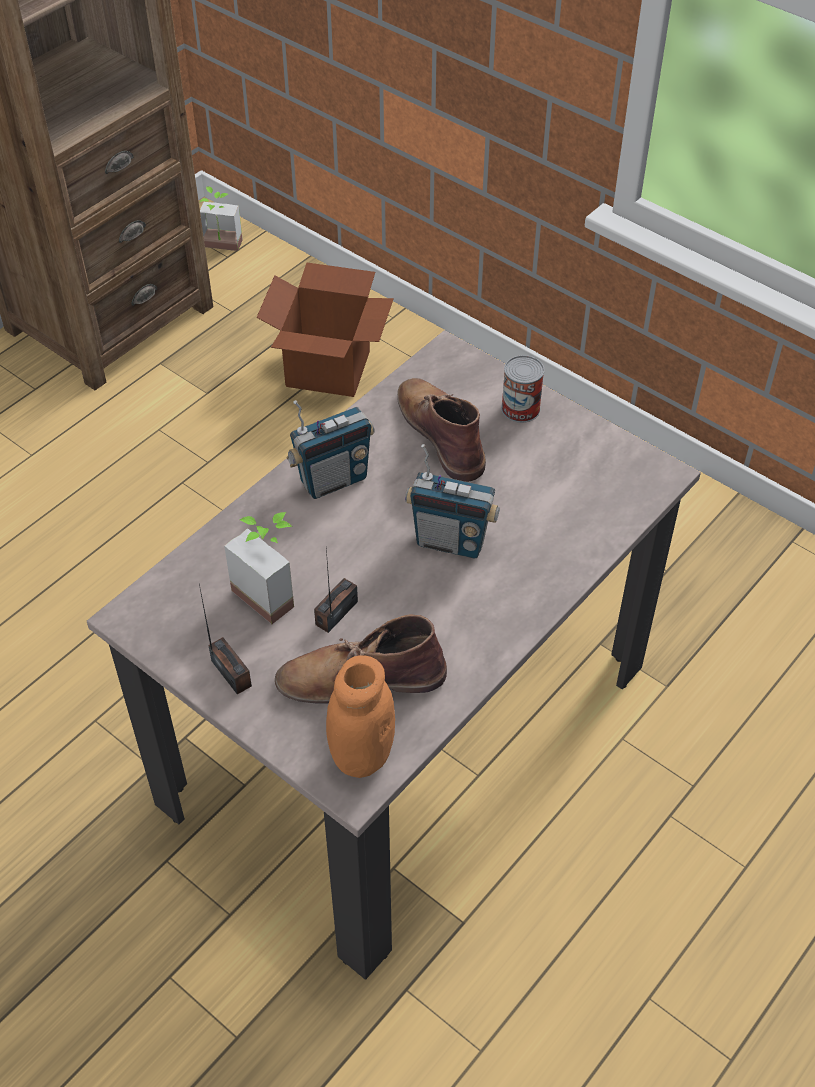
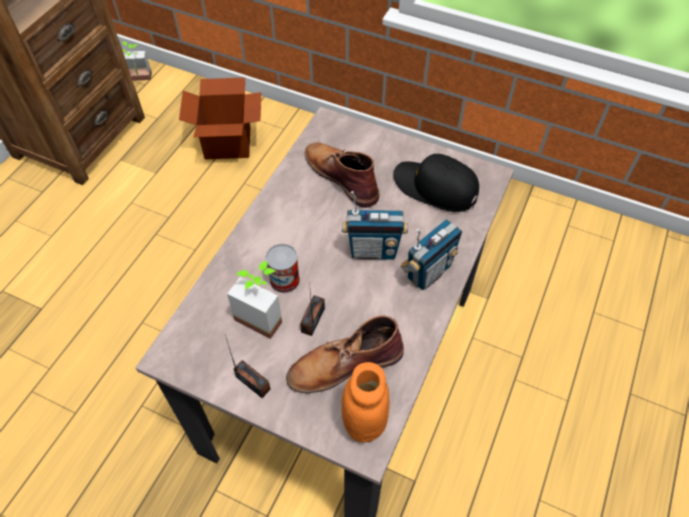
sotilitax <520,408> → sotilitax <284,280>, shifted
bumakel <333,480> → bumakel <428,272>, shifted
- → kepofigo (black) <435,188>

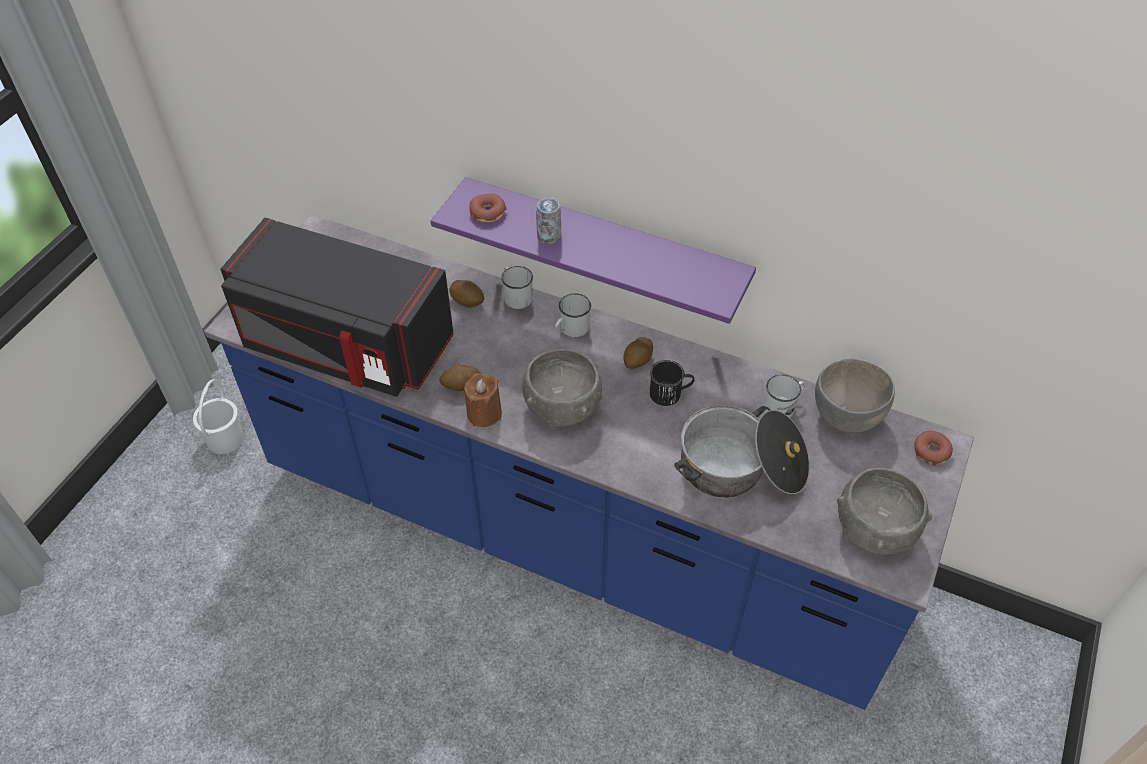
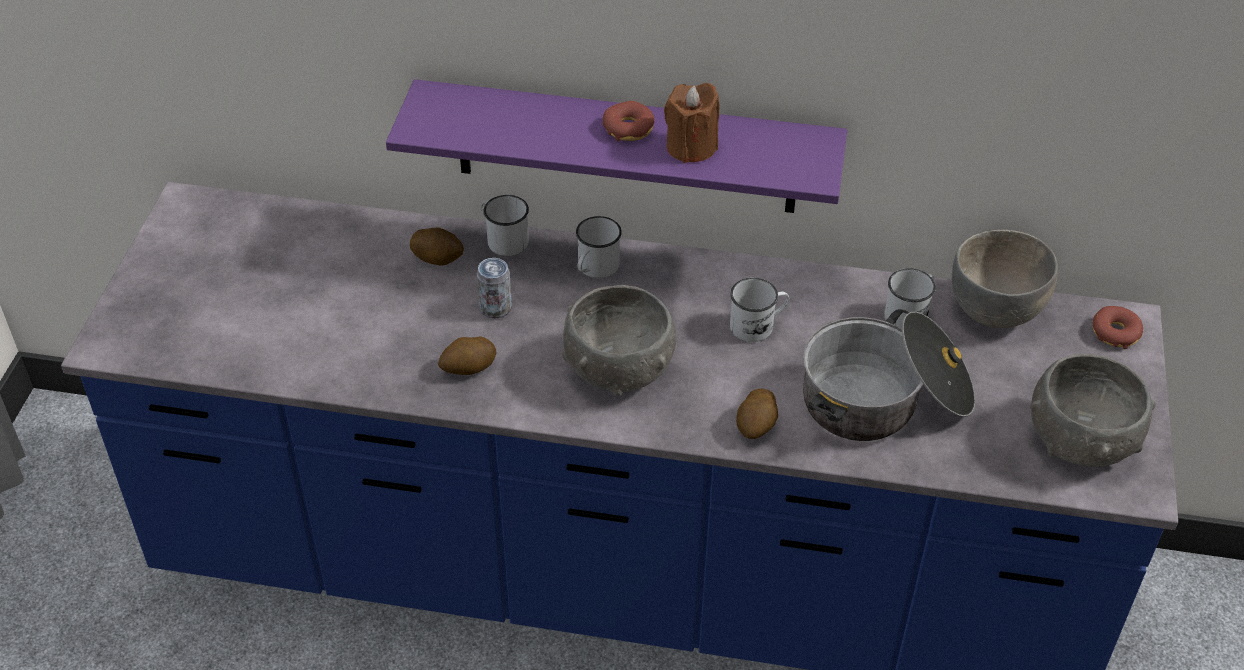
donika <488,213> → donika <628,128>, shifted
sotilitax <549,237> → sotilitax <495,308>, shifted
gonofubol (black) <344,345> → -
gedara <637,361> → gedara <756,426>, shifted
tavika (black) <670,393> → tavika (white) <758,325>
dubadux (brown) <484,413> → dubadux (brown) <691,147>, shifted
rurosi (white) <224,439> → -

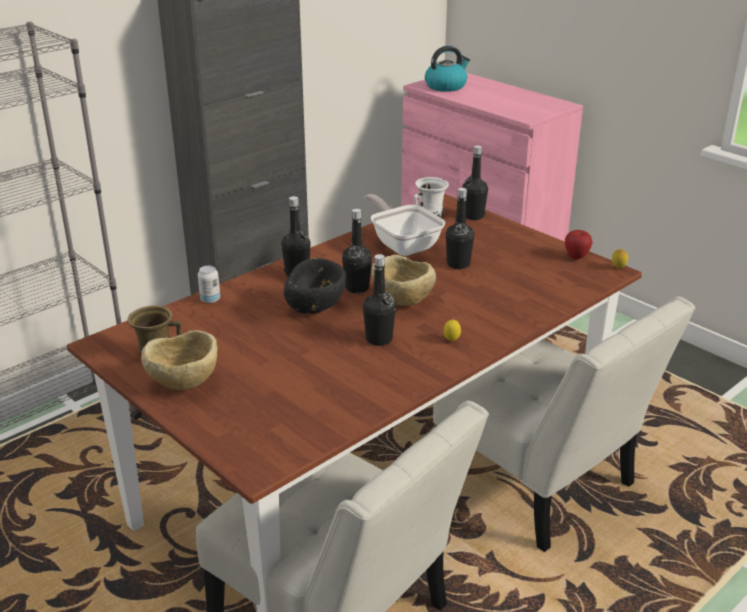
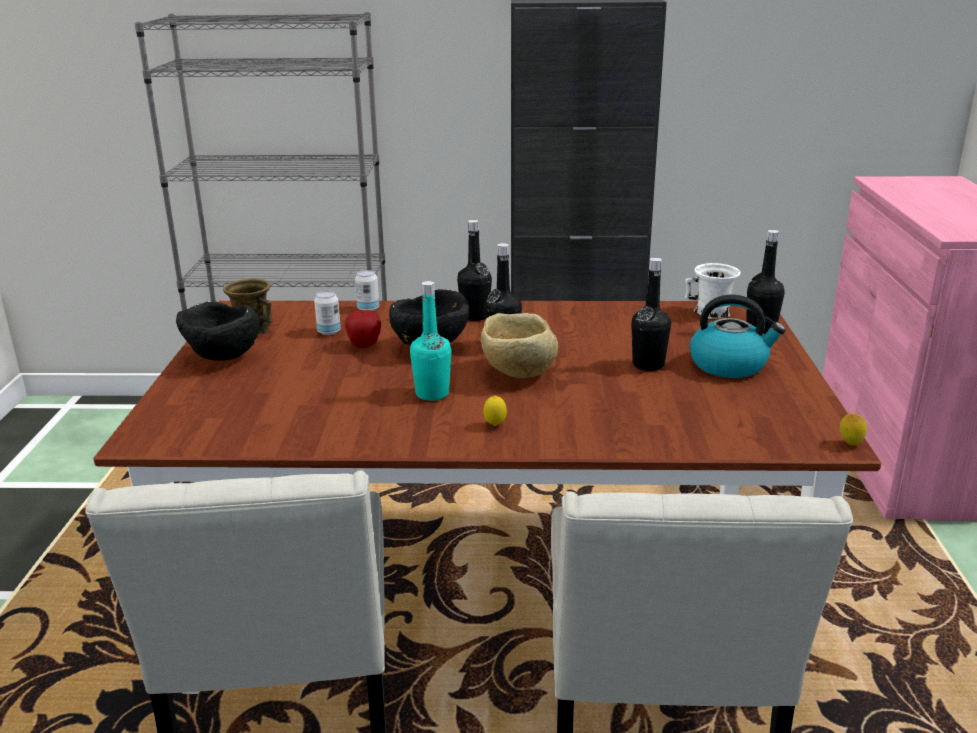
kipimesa <446,86> → kipimesa <729,365>, shifted
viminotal <403,244> → -
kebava <576,257> → kebava <364,346>, shifted
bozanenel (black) <379,339> → bozanenel (turquoise) <432,394>
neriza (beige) <184,386> → neriza (black) <222,359>
- → sotilitax <329,332>

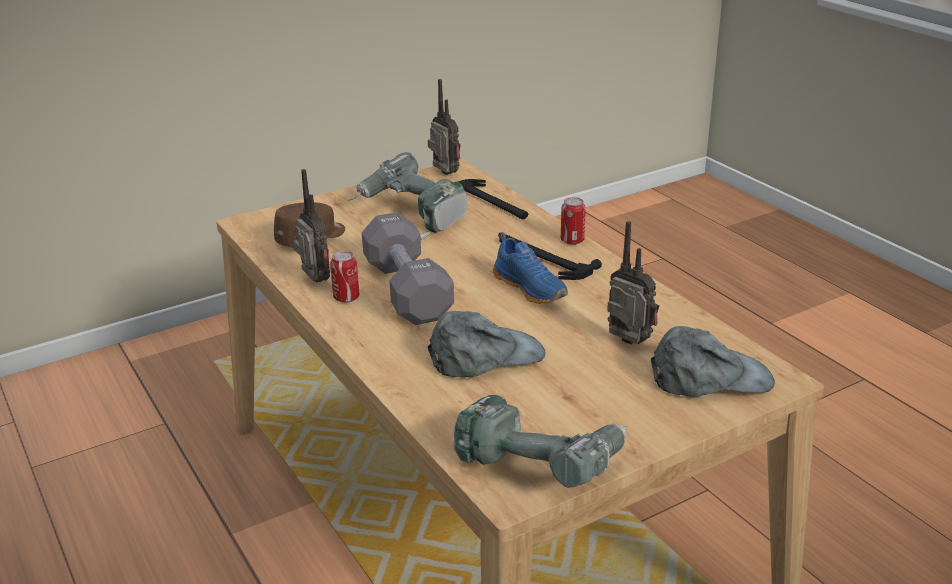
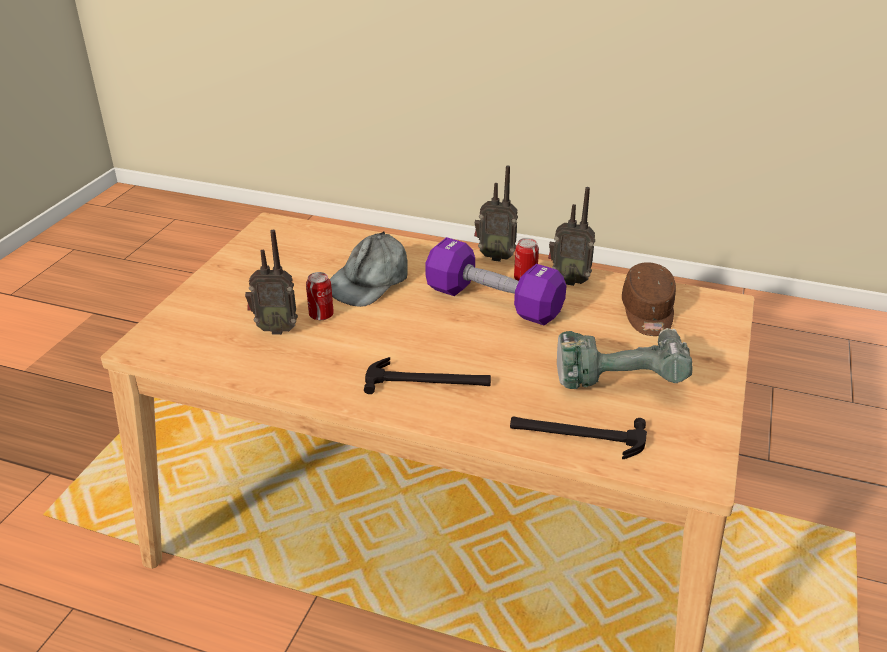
bumakel <444,175> → bumakel <495,256>, shifted
sotilitax <572,240> → sotilitax <321,315>, shifted
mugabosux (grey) <407,290> → mugabosux (purple) <493,302>
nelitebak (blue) <531,288> → -
kepofigo (grey) <710,377> → -
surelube <542,465> → -

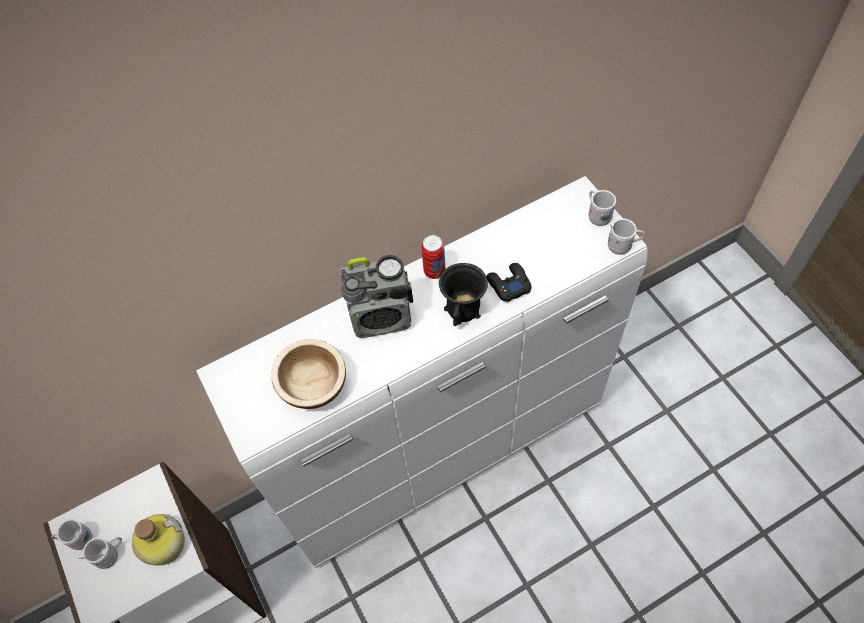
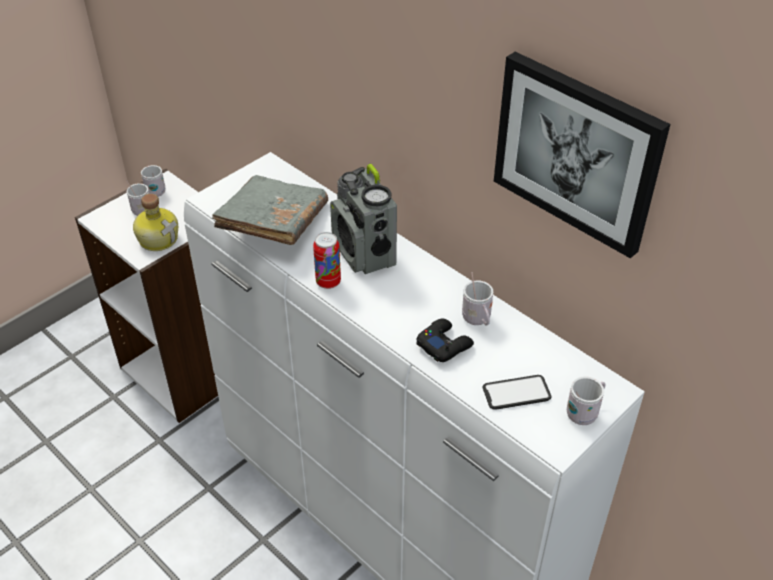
tavika (white) <622,246> → tavika (white) <477,320>, shifted
sotilitax <434,271> → sotilitax <328,282>, shifted
tavika (black) <464,308> → -
neriza <313,385> → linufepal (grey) <273,224>
- → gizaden <577,152>
- → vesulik <516,393>

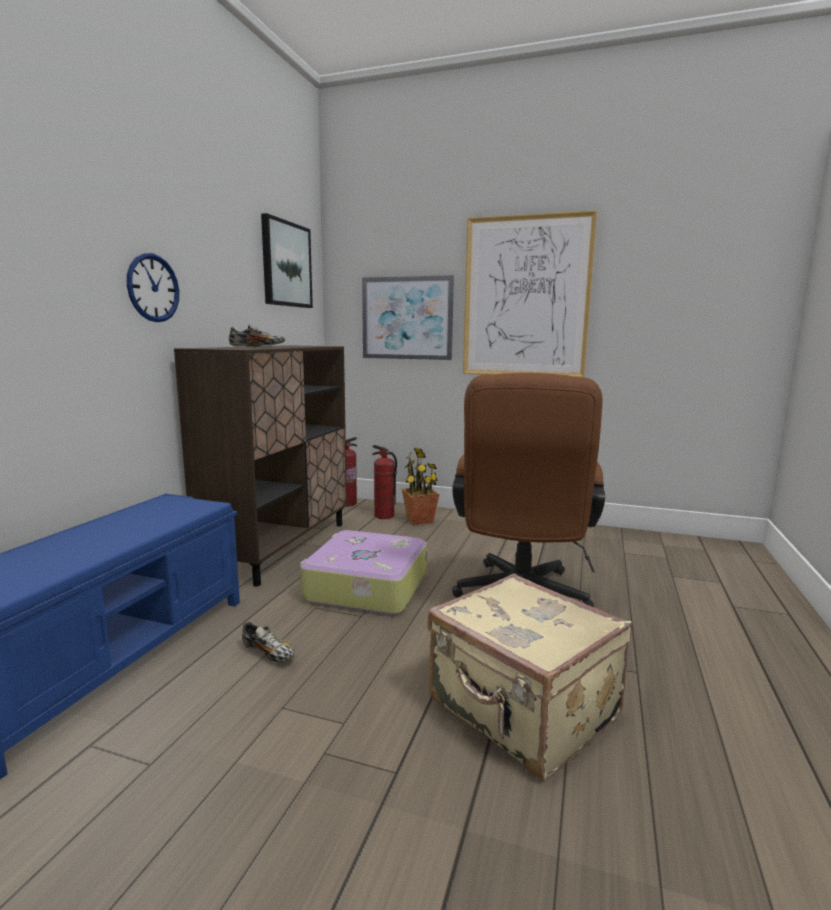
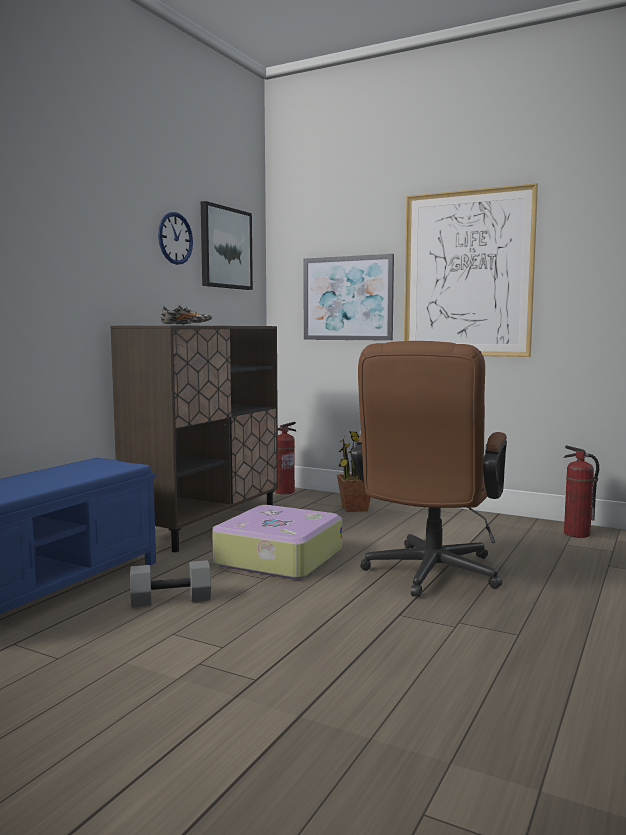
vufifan <153,288> → vufifan <175,238>, shifted
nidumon <384,516> → nidumon <576,534>, shifted
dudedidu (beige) <522,711> → -
nelitebak <269,654> → mugabosux (grey) <172,599>

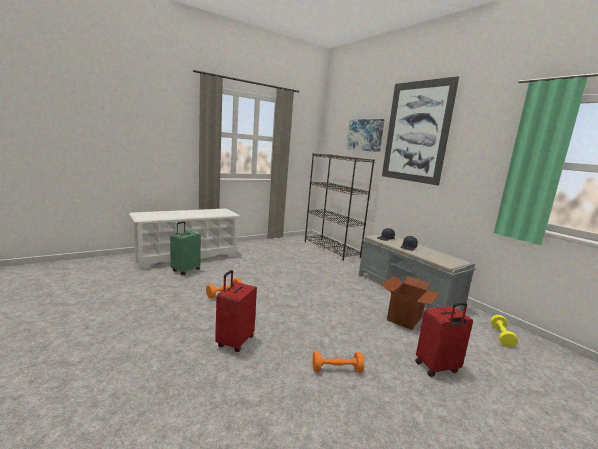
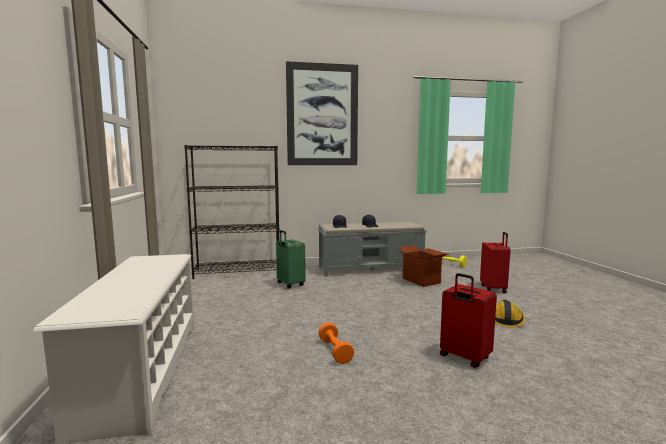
gizaden <365,135> → -
dudedidu (green) <185,270> → dudedidu (green) <290,284>, shifted
mugabosux (orange) <336,370> → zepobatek <505,319>

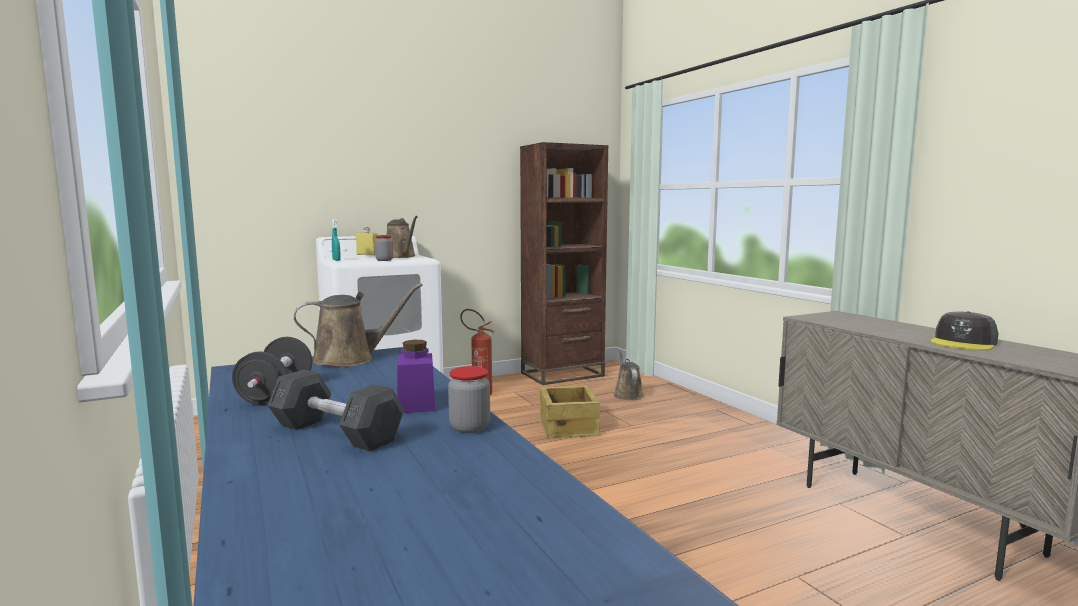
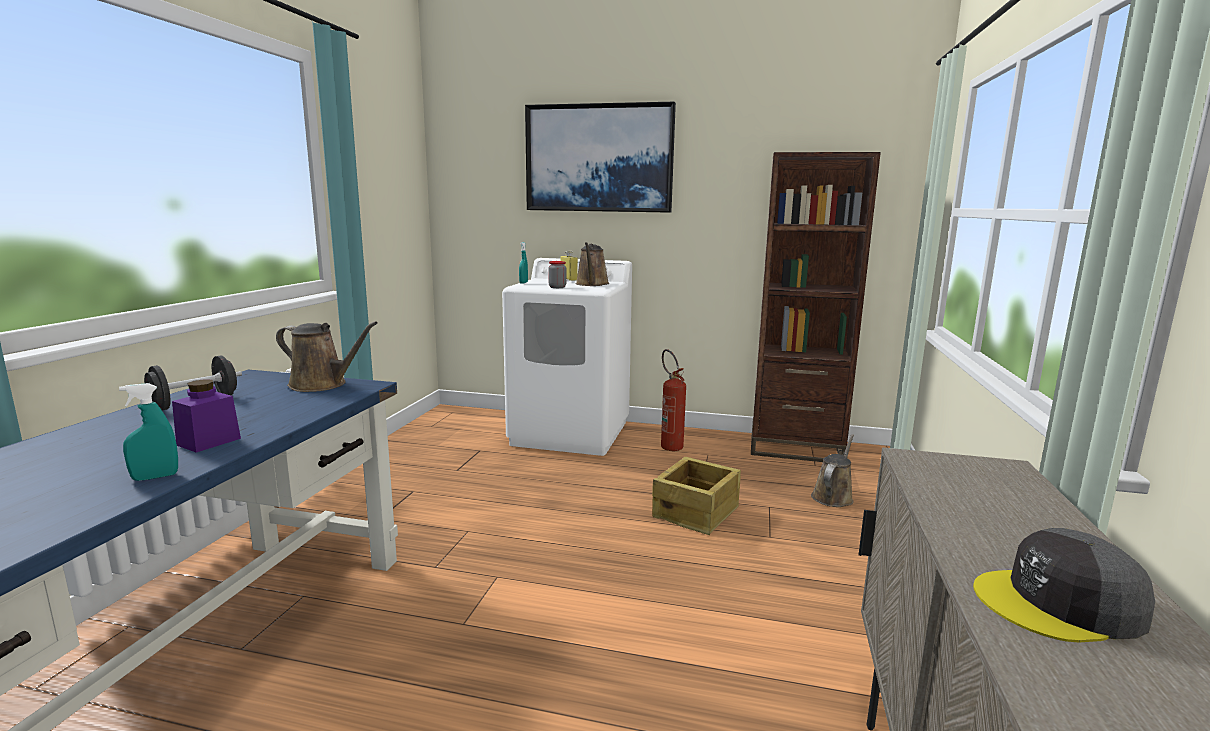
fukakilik <469,427> → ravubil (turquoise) <155,477>
mugabosux (grey) <336,433> → -
- → gizaden <599,158>

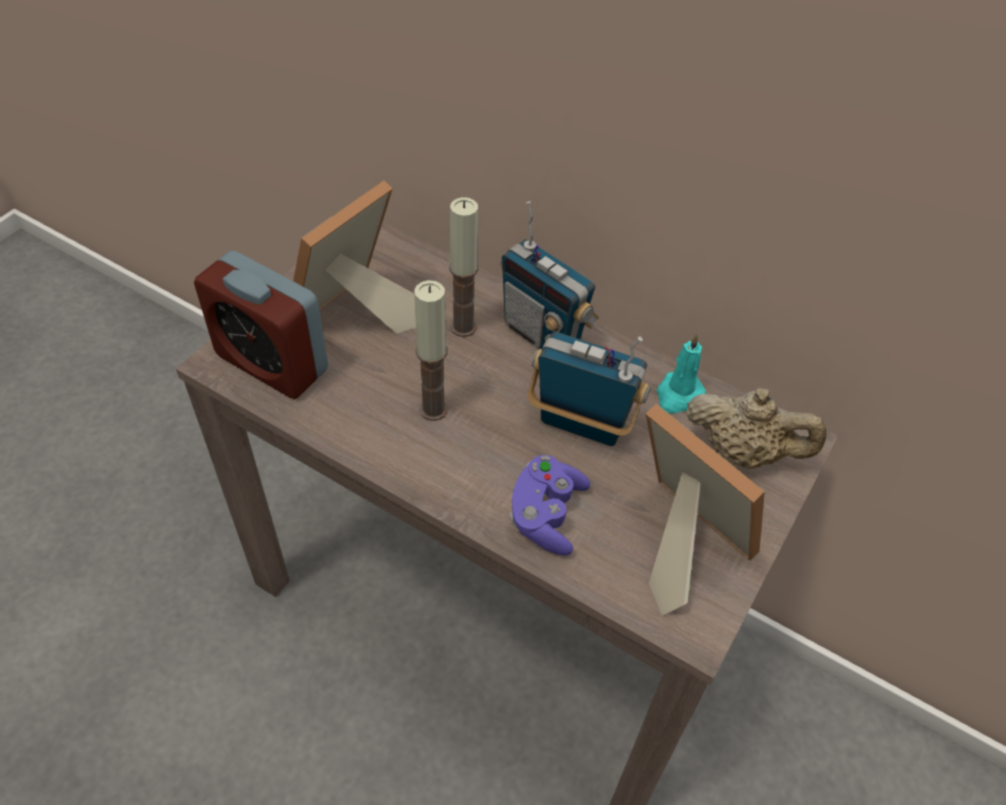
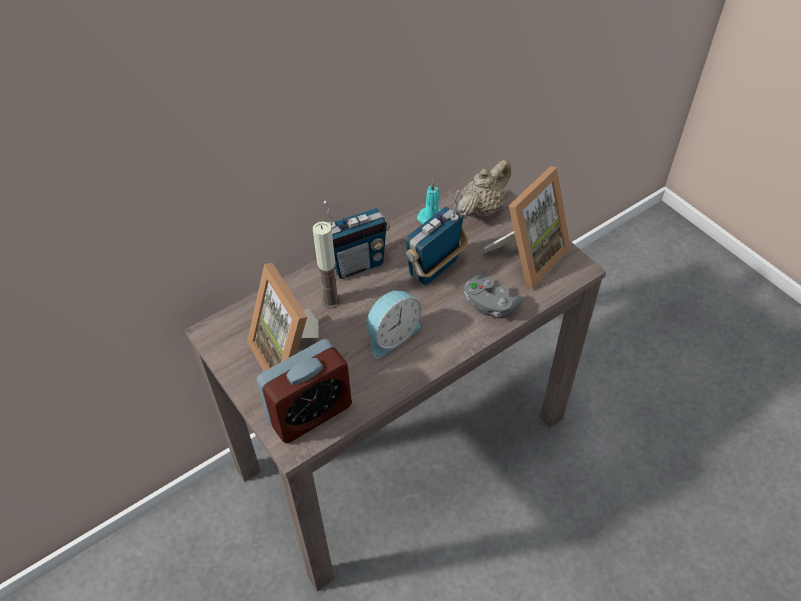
dubadux <433,409> → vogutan <391,335>
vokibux <678,542> → vokibux <527,256>, 150 degrees clockwise
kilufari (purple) <546,515> → kilufari (grey) <490,304>

